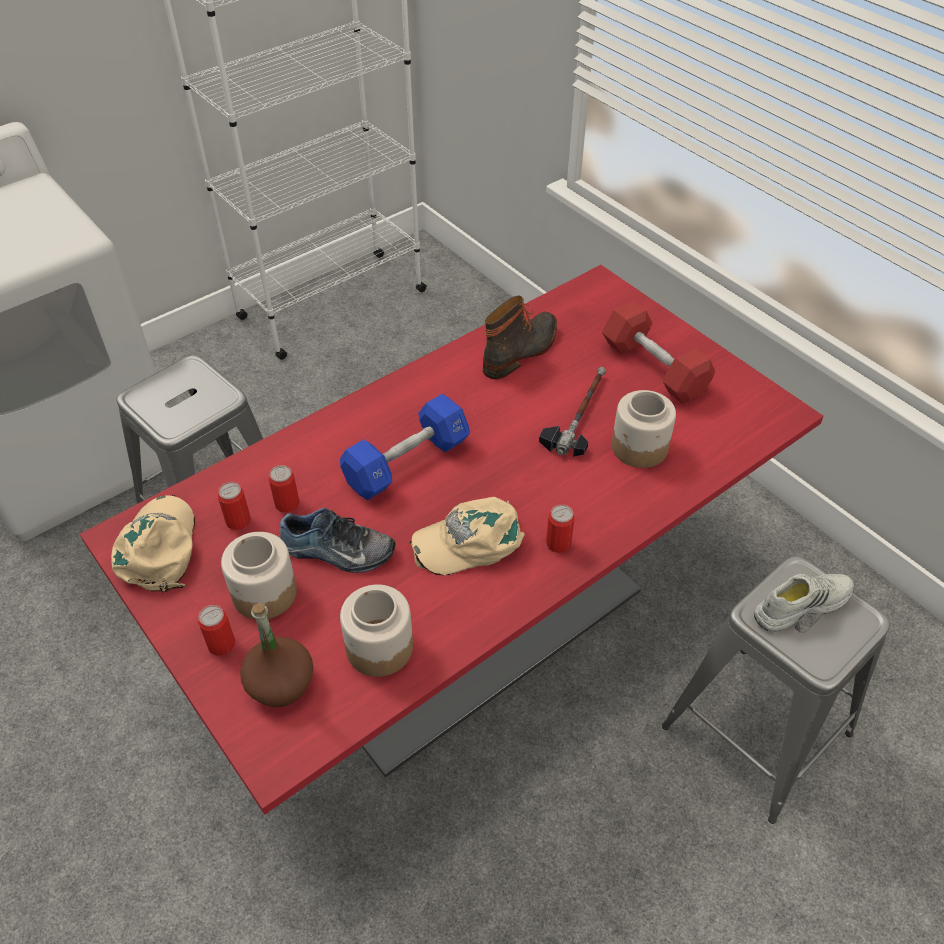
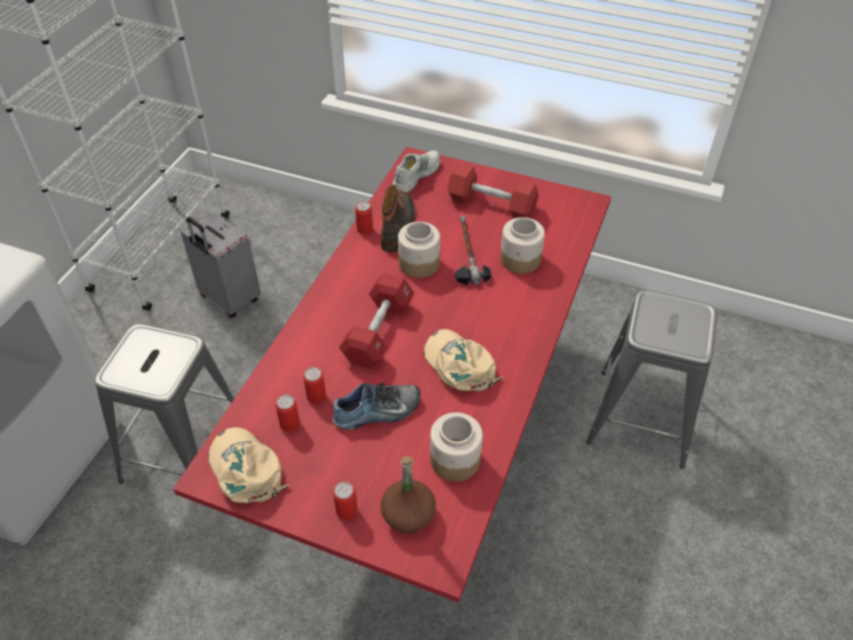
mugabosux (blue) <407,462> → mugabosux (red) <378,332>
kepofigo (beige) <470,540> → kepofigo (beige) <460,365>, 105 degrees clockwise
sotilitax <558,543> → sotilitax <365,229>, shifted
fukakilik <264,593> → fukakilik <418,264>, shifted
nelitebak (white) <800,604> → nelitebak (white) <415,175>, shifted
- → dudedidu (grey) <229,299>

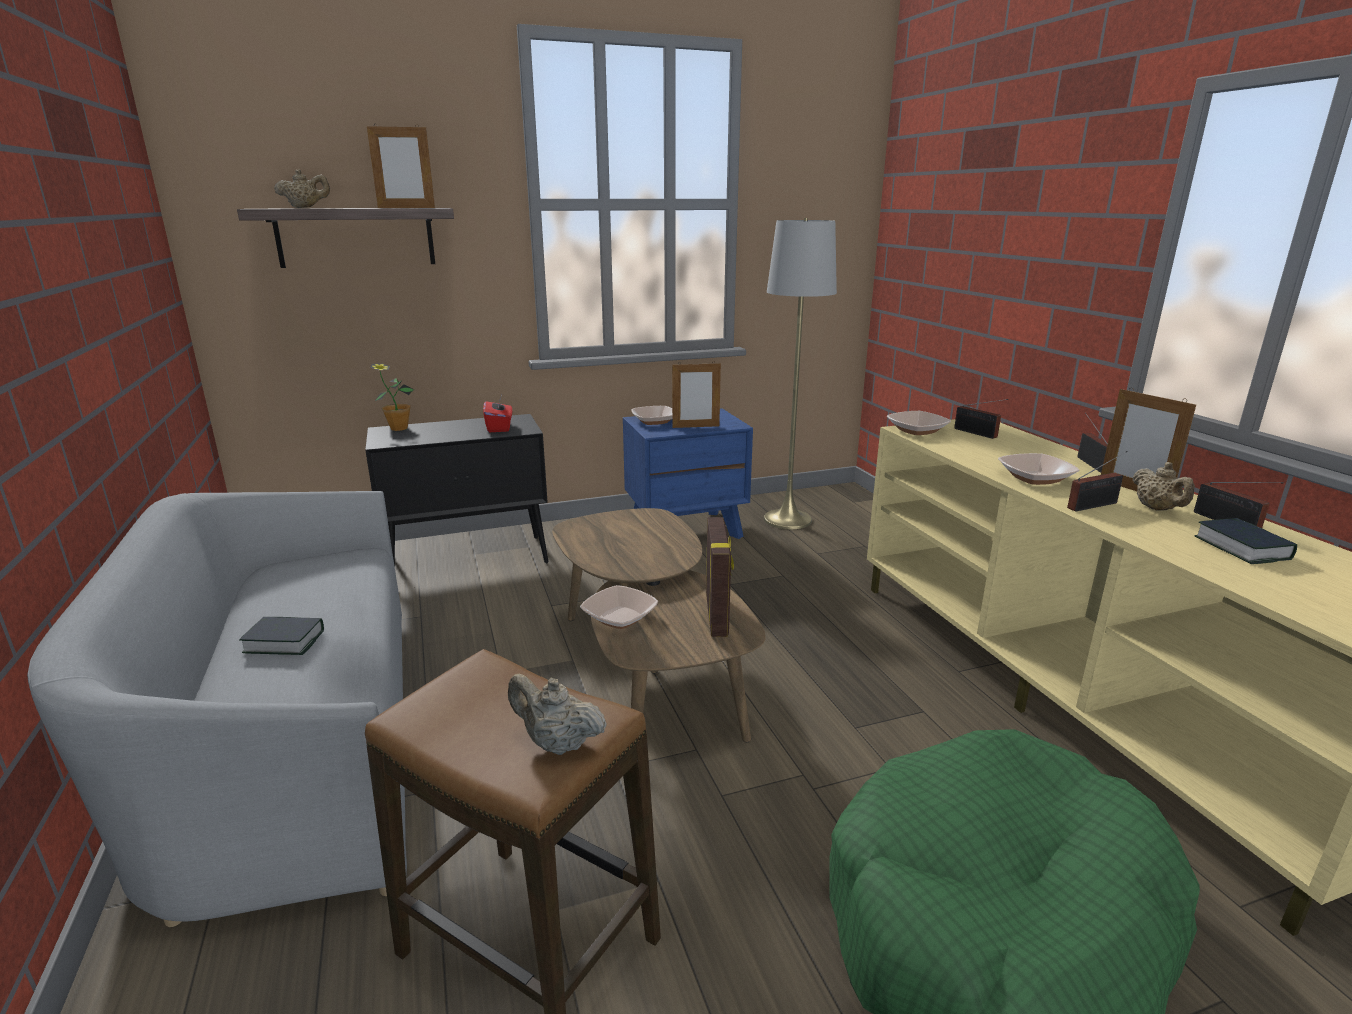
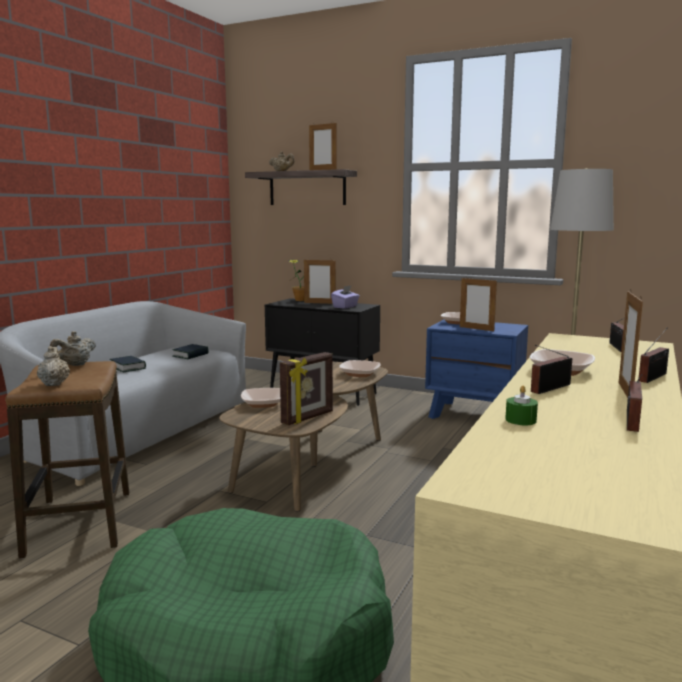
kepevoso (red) <499,427> → kepevoso (purple) <345,307>
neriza <917,430> → neriza <360,374>, shifted
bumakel <1095,505> → bumakel <548,388>, 120 degrees clockwise
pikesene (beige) <1157,509> → pikesene (beige) <75,365>, shifted
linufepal <1242,548> → linufepal <190,355>, shifted
- → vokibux <319,303>
- → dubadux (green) <520,420>

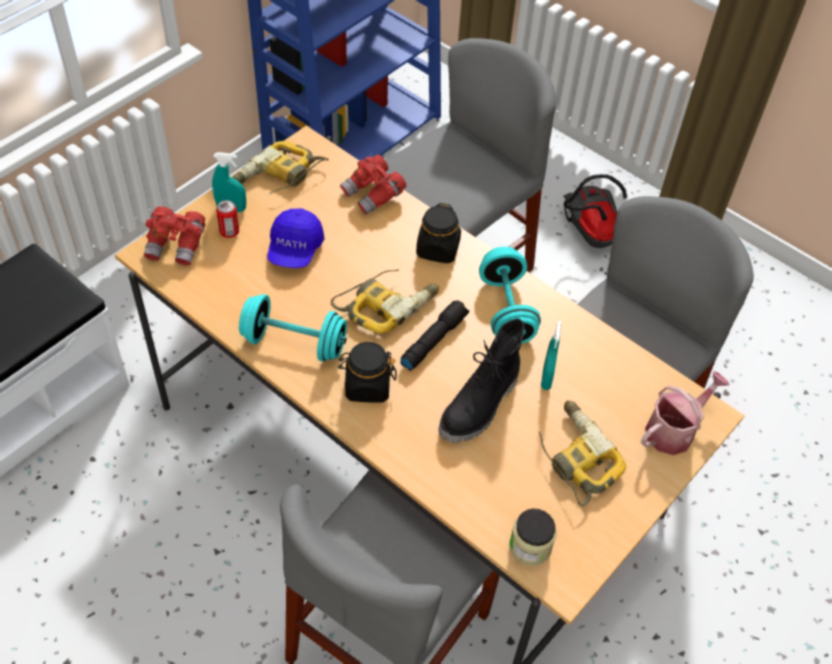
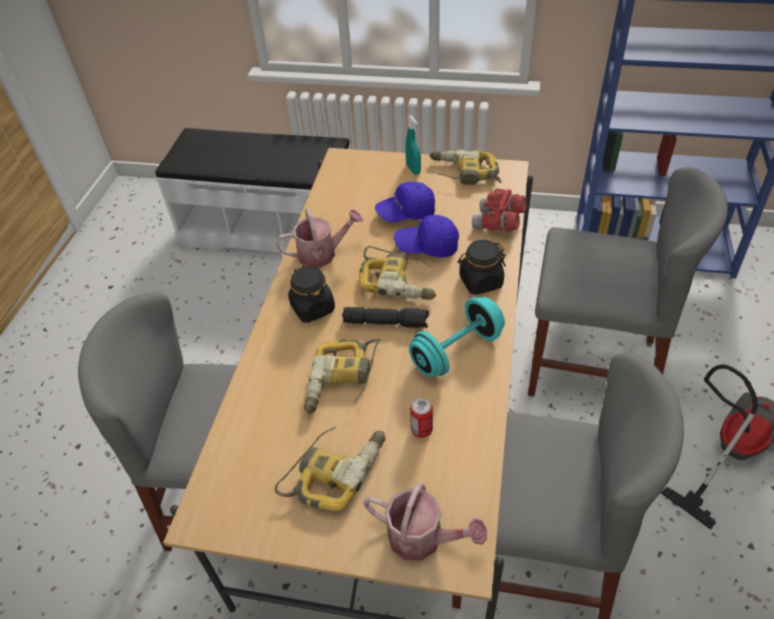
sotilitax <229,232> → sotilitax <421,429>, shifted
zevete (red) <176,245> → -
mugabosux (turquoise) <294,343> → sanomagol <322,254>
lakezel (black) <480,406> → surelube <342,381>
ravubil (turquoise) <546,378> → -
fukakilik <530,547> → -
- → kepofigo (blue) <427,246>

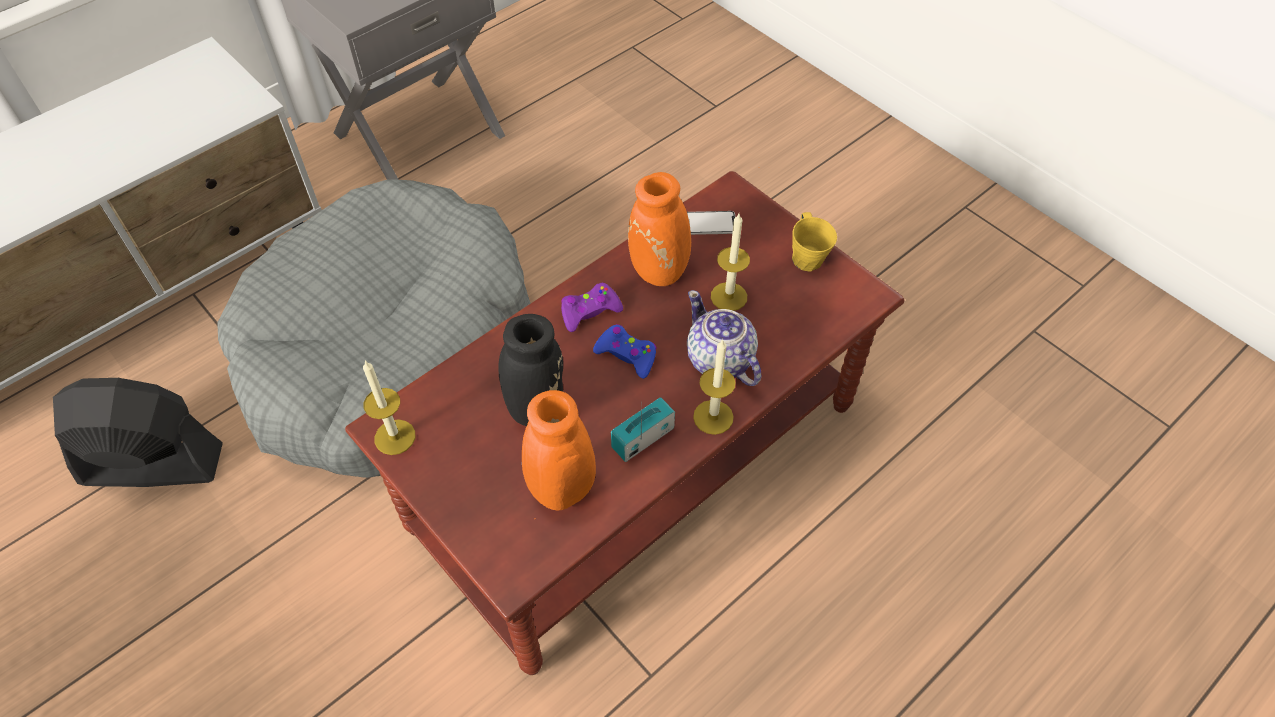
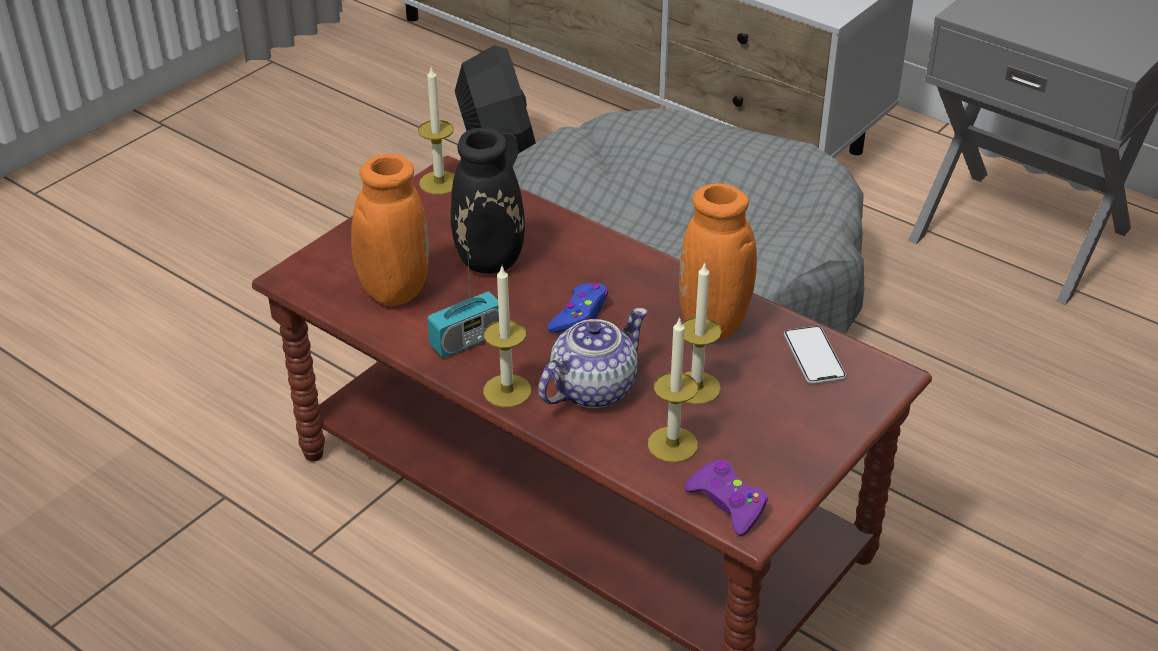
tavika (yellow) <807,258> → -
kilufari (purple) <589,311> → kilufari (purple) <727,503>, shifted
bumakel <642,438> → bumakel <467,340>, 105 degrees clockwise
- → dubadux <672,444>

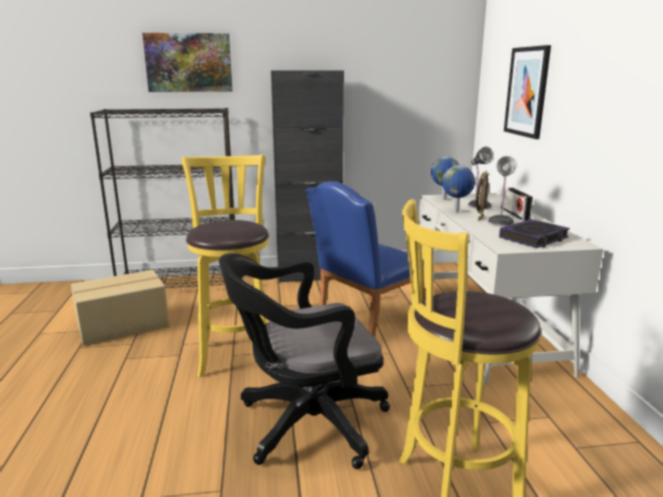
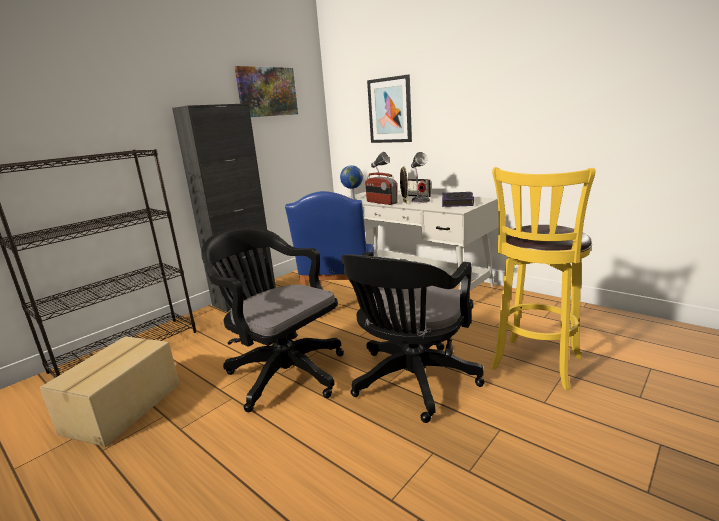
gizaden <189,63> → gizaden <267,92>, shifted
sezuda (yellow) <235,354> → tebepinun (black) <282,372>
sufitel <456,212> → bumakel <381,202>

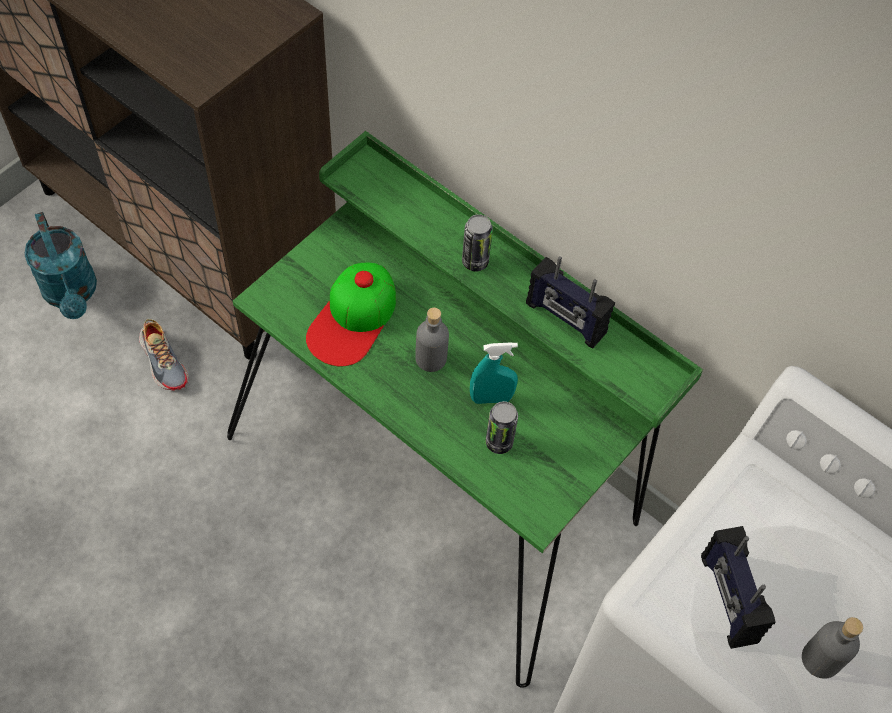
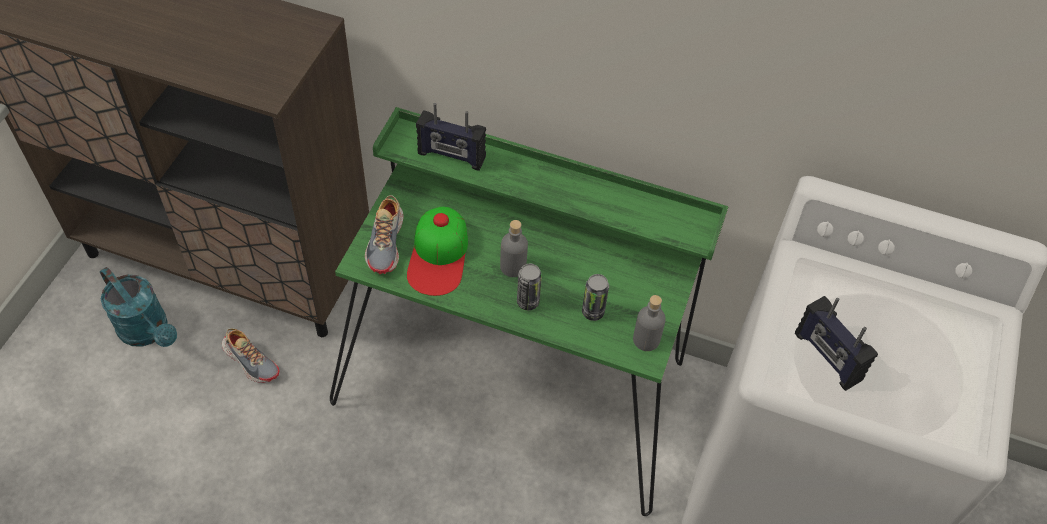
sotilitax <475,261> → sotilitax <528,302>, shifted
bumakel <565,319> → bumakel <451,156>, shifted
ravubil (turquoise) <491,398> → -
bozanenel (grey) <820,659> → bozanenel (grey) <646,339>, shifted
- → nelitebak <386,242>

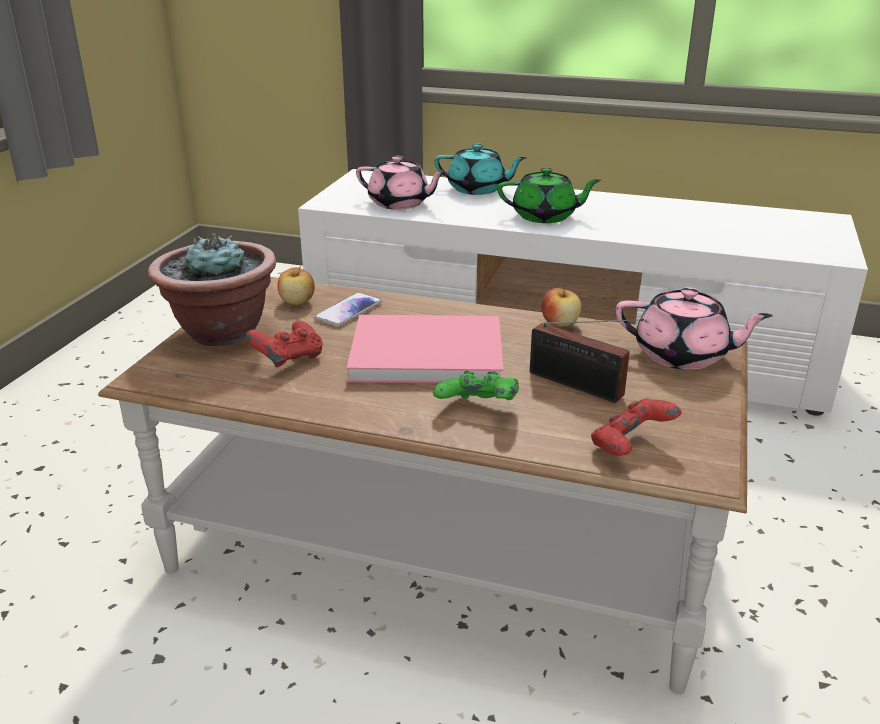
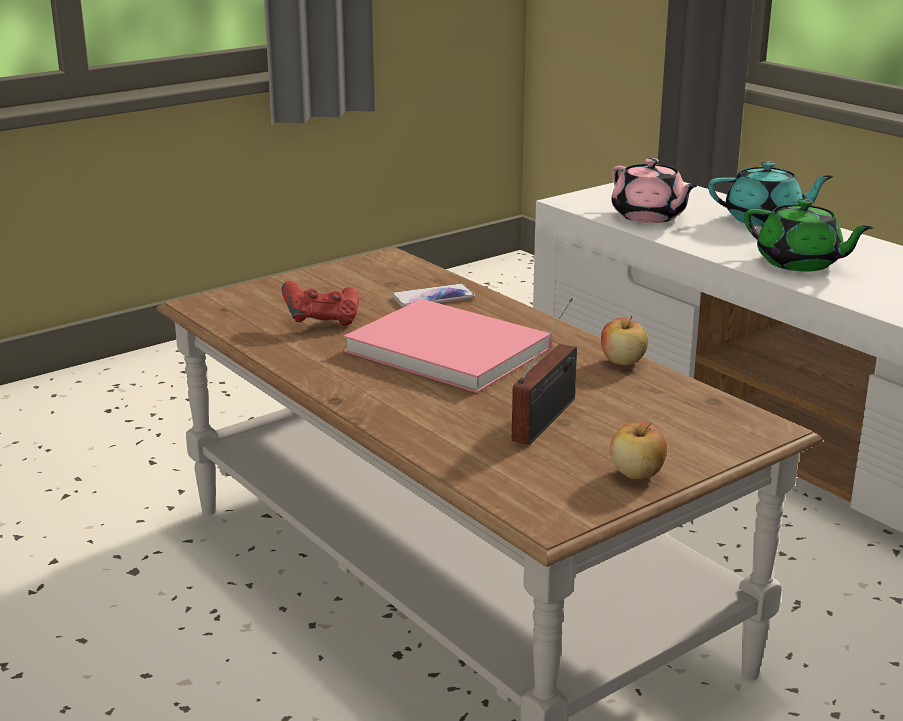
pikesene (turquoise) <478,189> → pikesene (turquoise) <764,219>, 45 degrees counterclockwise
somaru <221,331> → -
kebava <297,302> → kebava <637,474>, shifted
pikesene (pink) <682,355> → -
bumakel <580,386> → bumakel <548,417>, 135 degrees counterclockwise
kilufari (green) <478,409> → -
kilufari (red) <630,447> → -

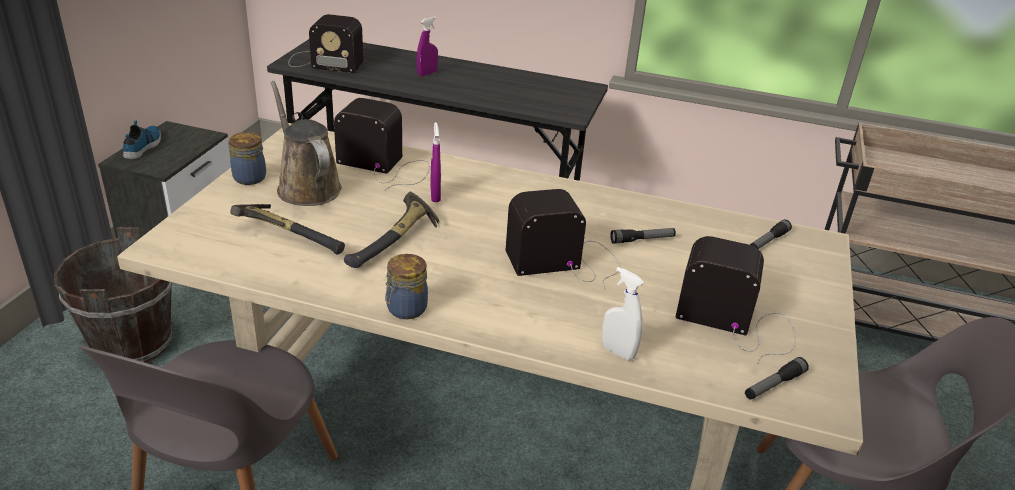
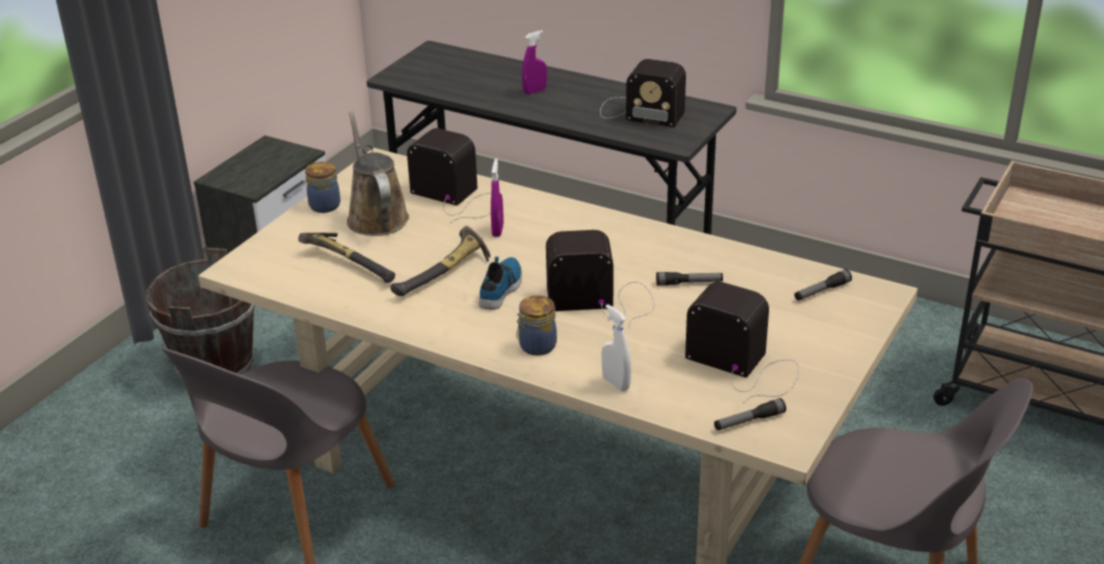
bumakel <322,62> → bumakel <638,112>, shifted
nelitebak <144,146> → nelitebak <502,288>, shifted
fukakilik <405,309> → fukakilik <536,347>, shifted

